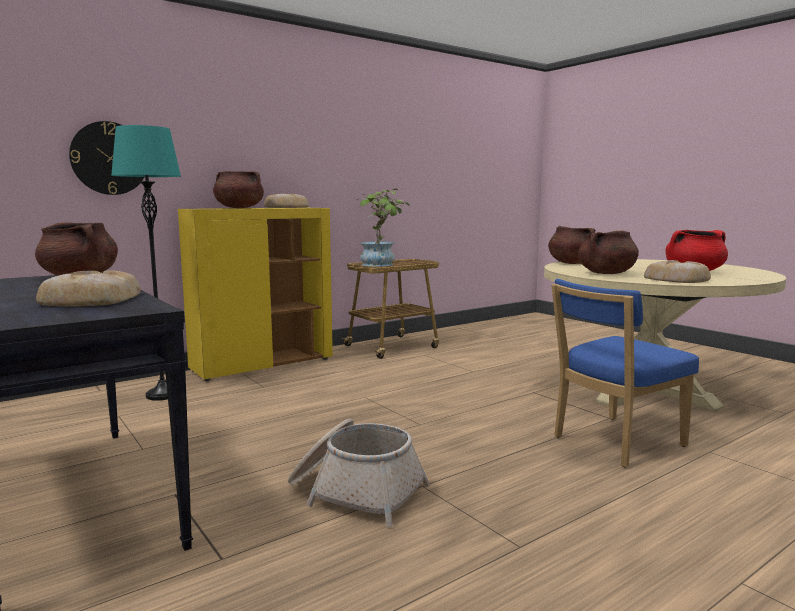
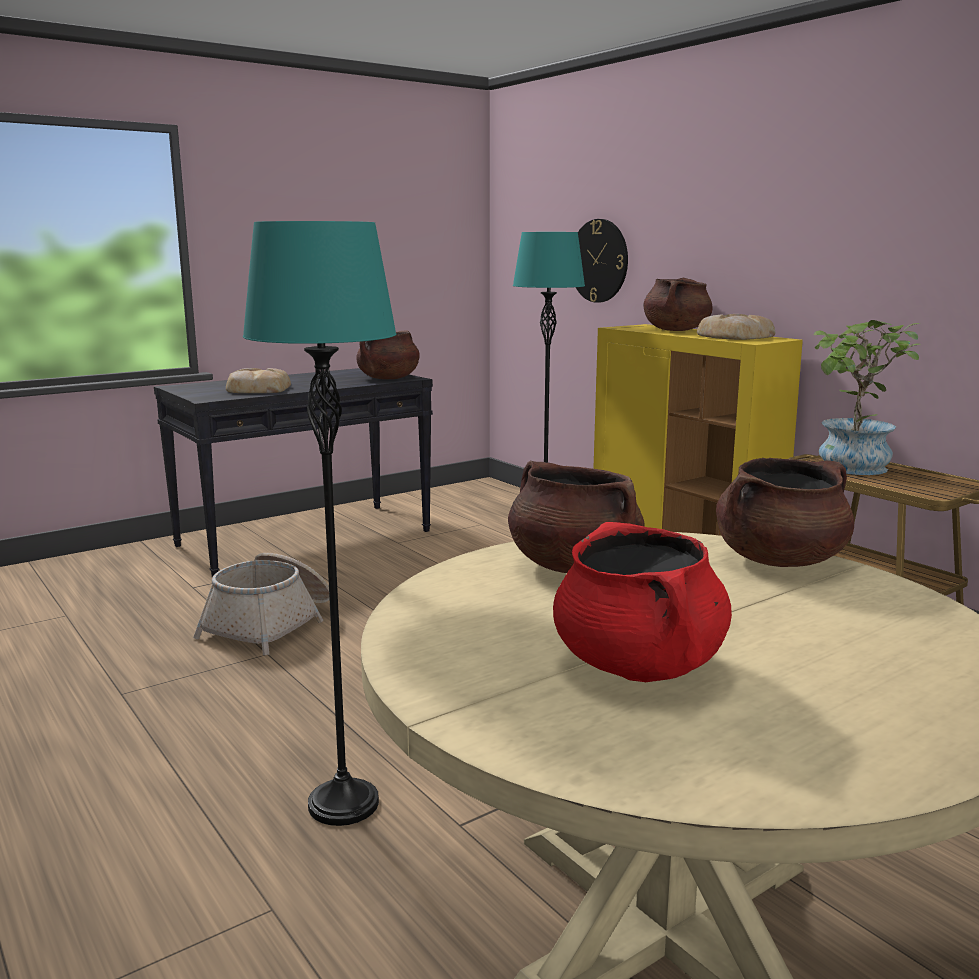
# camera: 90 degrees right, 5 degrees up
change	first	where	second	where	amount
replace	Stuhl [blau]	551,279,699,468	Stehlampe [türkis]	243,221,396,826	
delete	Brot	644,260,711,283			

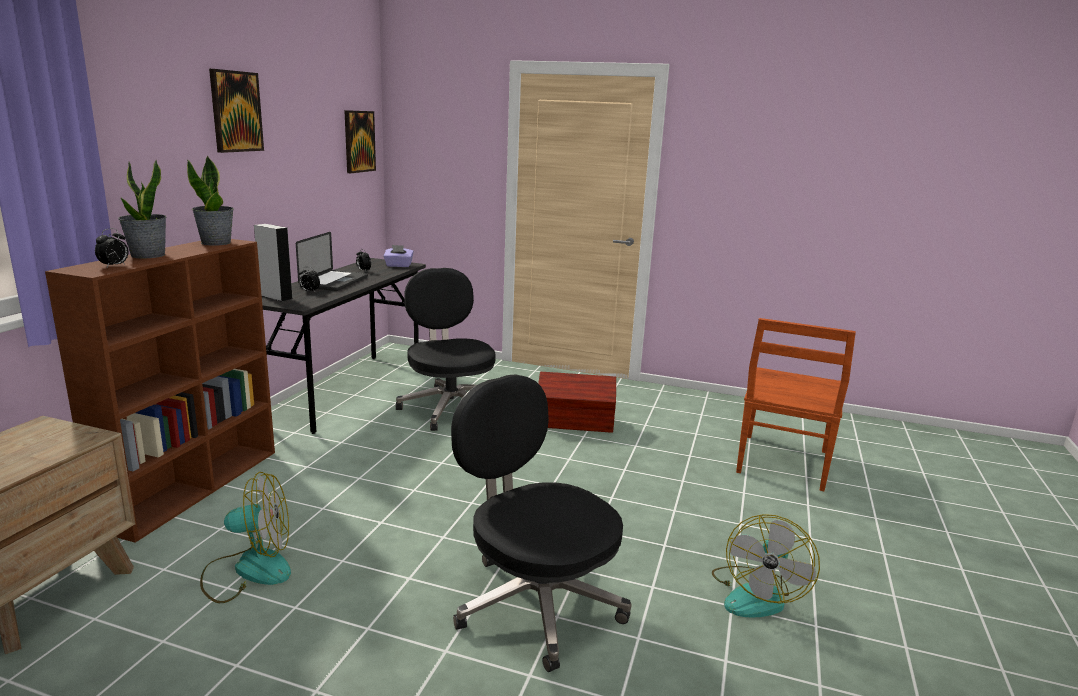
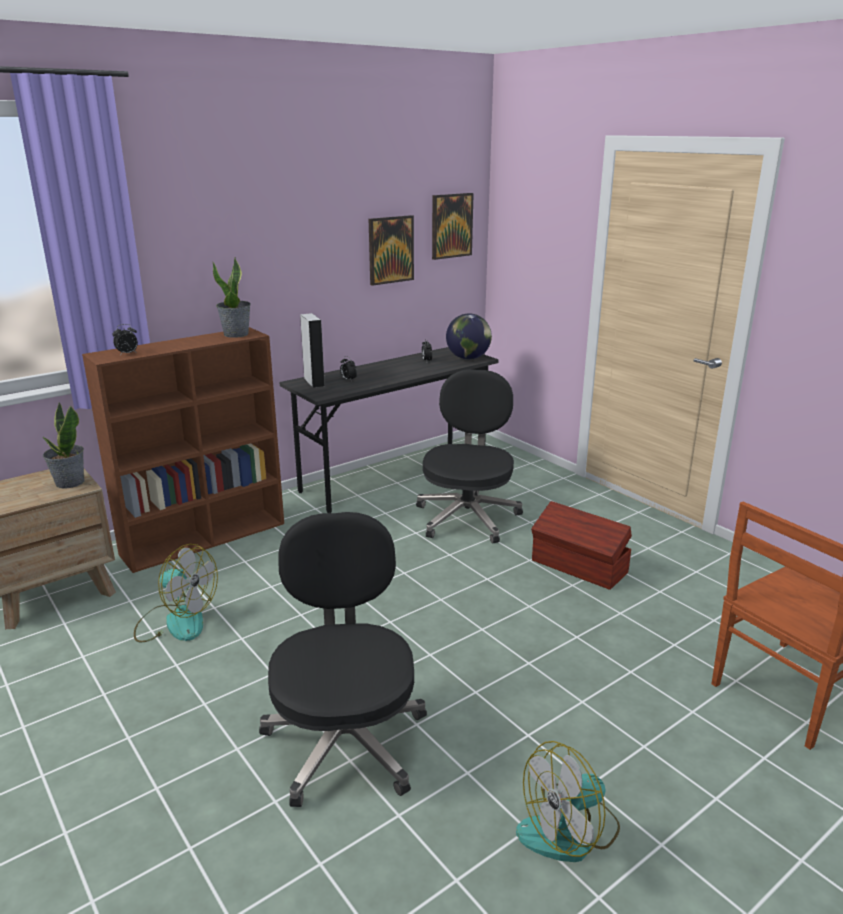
# camera: 35 degrees right, 5 degrees up
change	first	where	second	where	amount
move	Topfpflanze	118,160,167,258		43,403,85,488	
move	Bild	209,69,264,153		369,215,414,286	
delete	Laptop	296,232,368,291			
replace	Taschentuchbox [lila]	383,245,414,267	Globus	446,313,492,360	

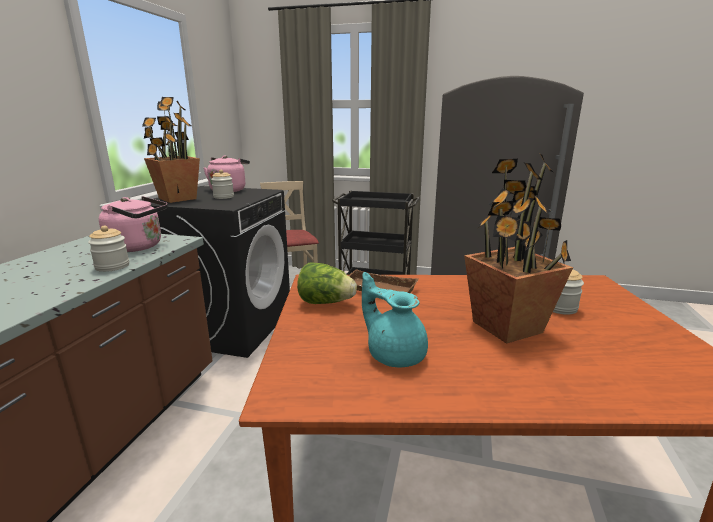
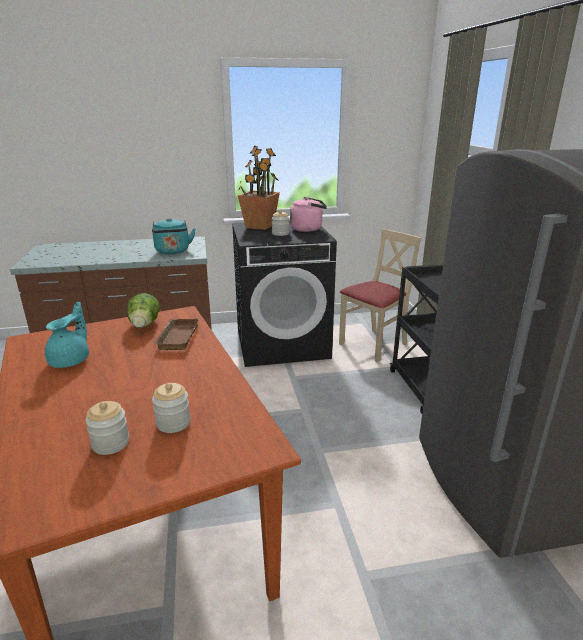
# camera: 65 degrees right, 5 degrees up
change	first	where	second	where	amount
move	Vorratsglas	88,226,129,272		85,401,129,455	
recolor	Wasserkessel [rosa]	99,196,168,252	Wasserkessel [türkis]	152,218,195,254	
delete	Topfpflanze	464,154,573,344			

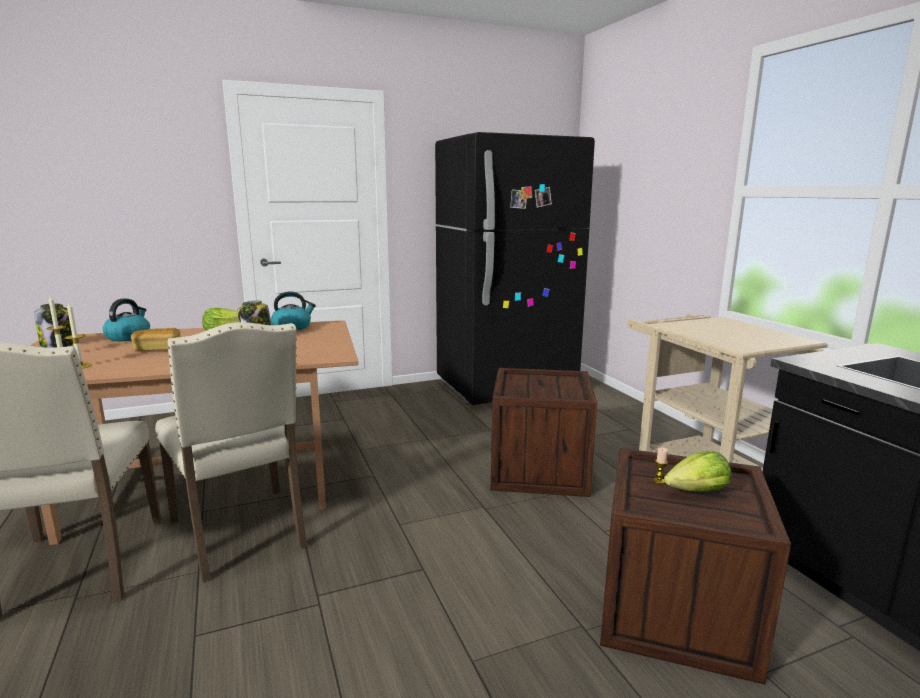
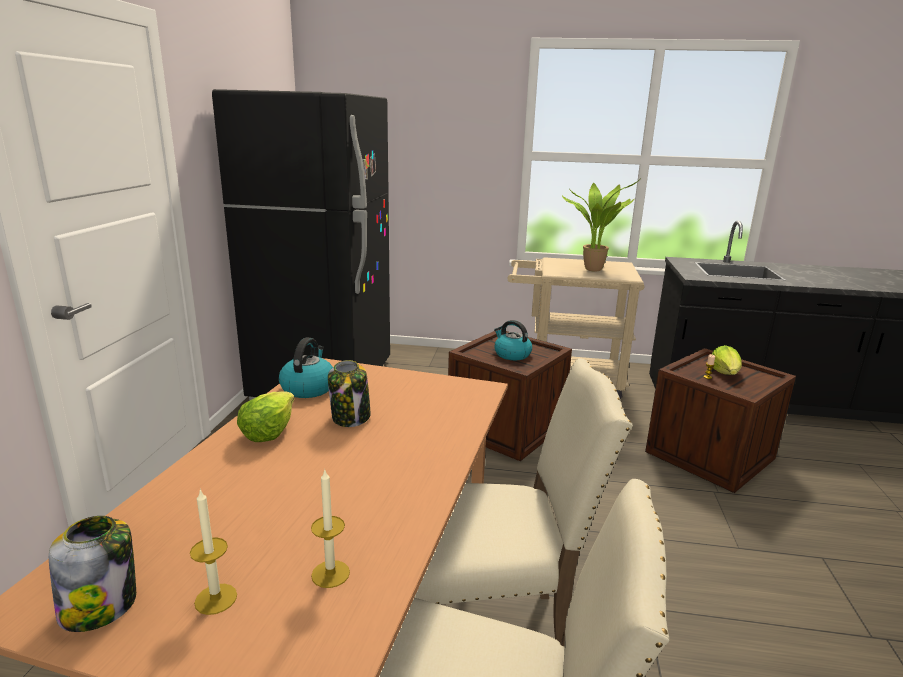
# camera: 60 degrees left, 5 degrees up
change	first	where	second	where	amount
move	Wasserkessel	103,298,150,341		494,320,532,360	
delete	Brot	131,328,181,351			
insert			Topfpflanze	562,176,643,272	

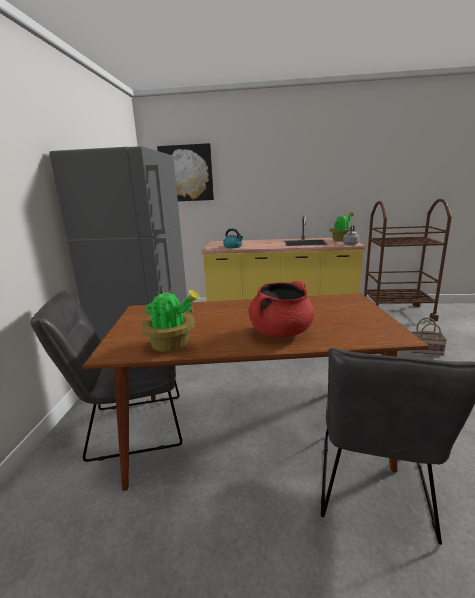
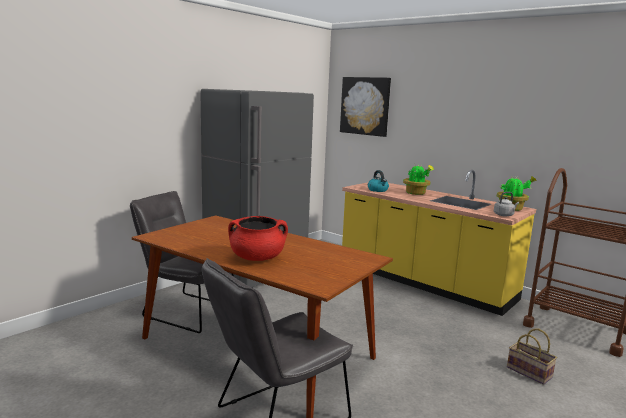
# camera: 35 degrees right, 5 degrees down
change	first	where	second	where	amount
move	Topfpflanze	141,288,201,352		403,165,434,195	

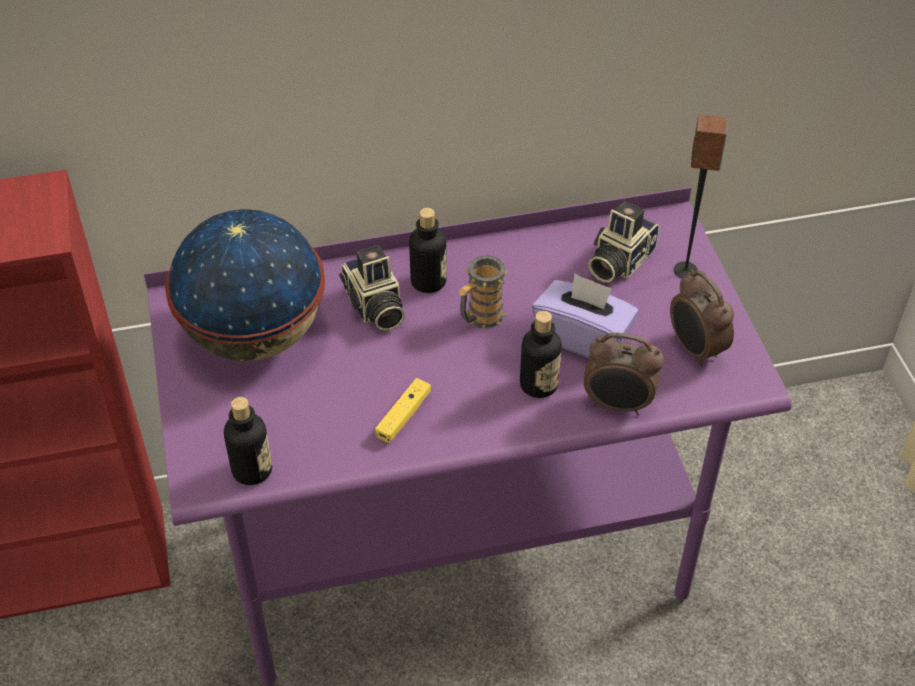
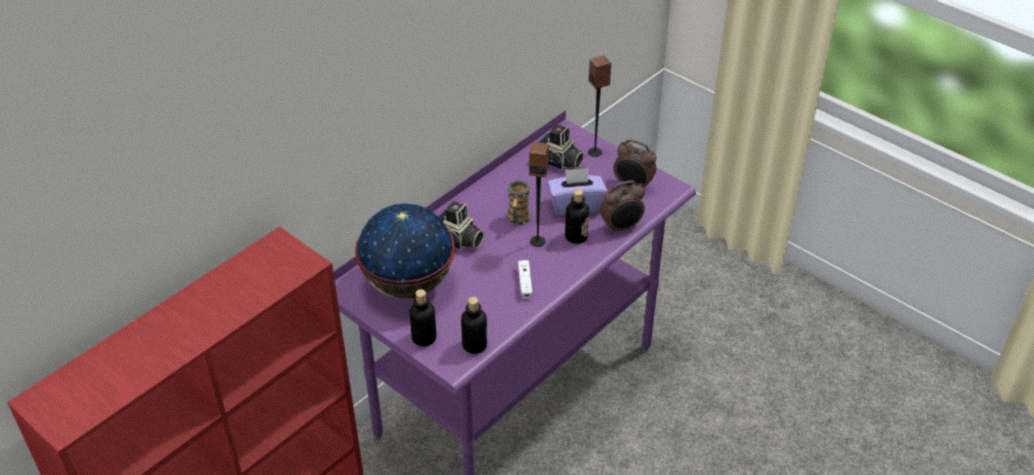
# camera: 35 degrees left, 5 degrees down
change	first	where	second	where	amount
recolor	Gamepad [gelb]	375,378,431,443	Gamepad [weiß]	518,260,533,299	
move	Flasche	409,208,447,293		409,289,437,346	
rotate	Kamera	588,201,659,282		538,124,584,171	60 degrees counterclockwise
insert			Lautsprecher	529,142,549,247	

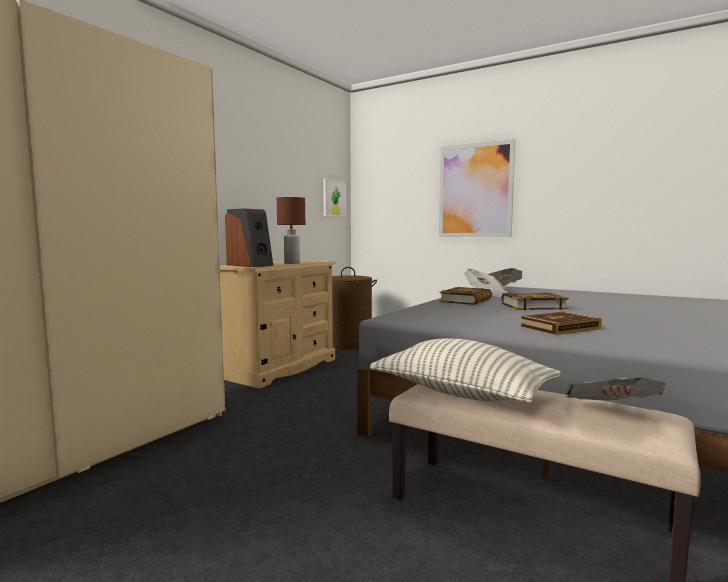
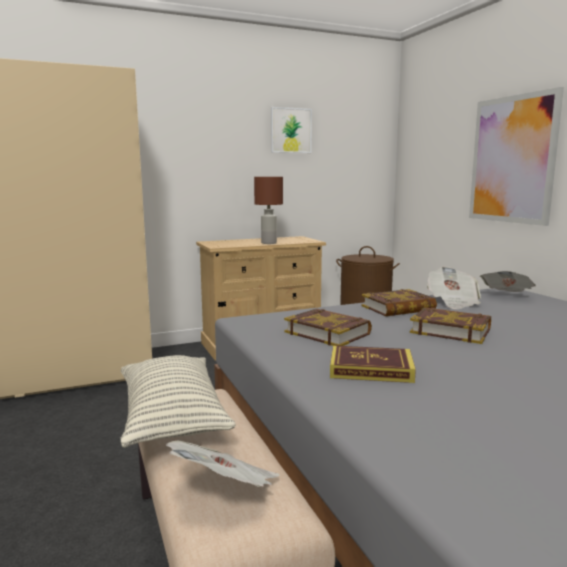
# camera: 35 degrees right, 5 degrees up
change	first	where	second	where	amount
delete	Lautsprecher	225,208,273,267			
move	Bild	323,179,347,217		271,107,312,153	
insert			Buch	284,309,372,346	

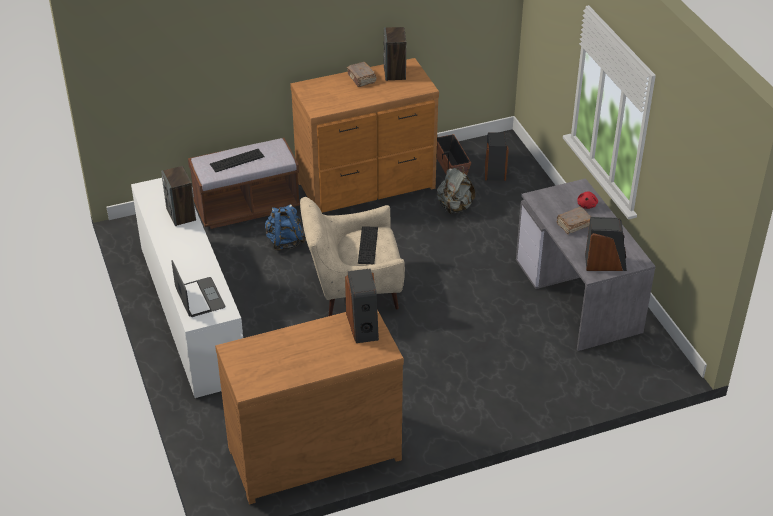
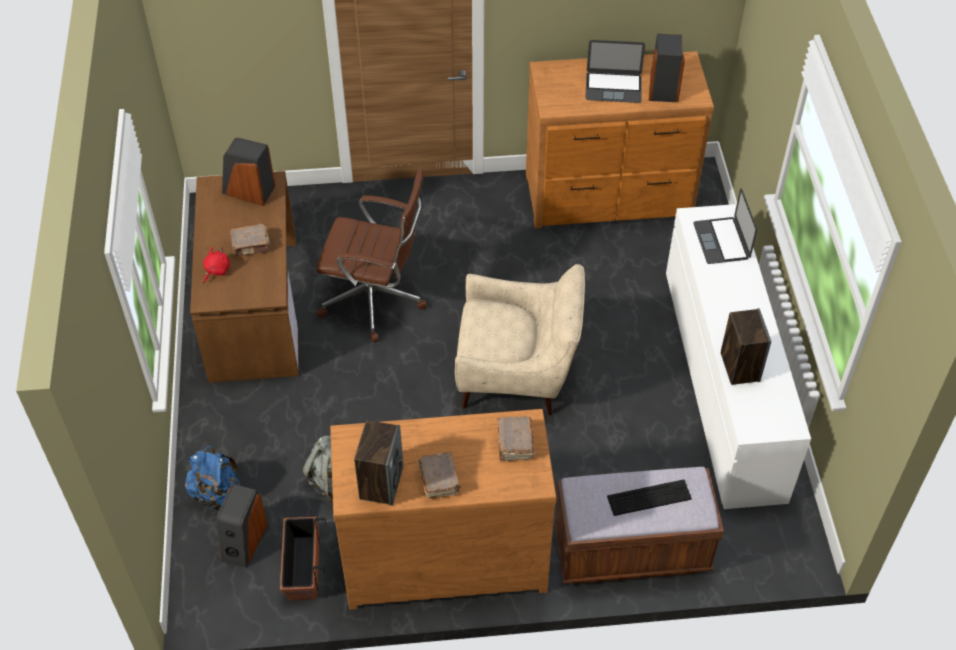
# camera: 165 degrees left, 10 degrees up
change	first	where	second	where	amount
move	Rucksack [blau]	265,204,306,251		185,446,240,512	
move	Lautsprecher	345,268,379,343		649,34,685,102	
delete	Tastatur	358,226,378,264			
recolor	Schreibtisch [grau]	516,178,656,351	Schreibtisch [braun]	190,171,299,383	
insert			Bürostuhl [braun]	316,168,427,343	
insert			Buch [braun]	497,416,535,461	
insert			Laptop	585,40,645,103	

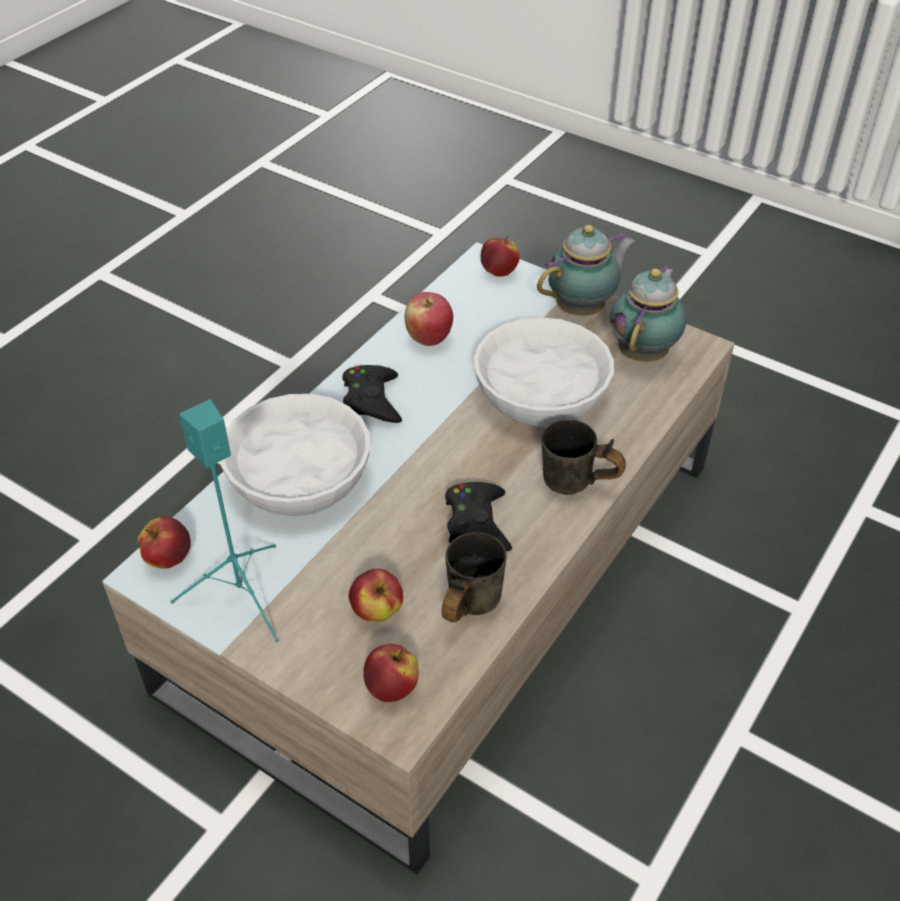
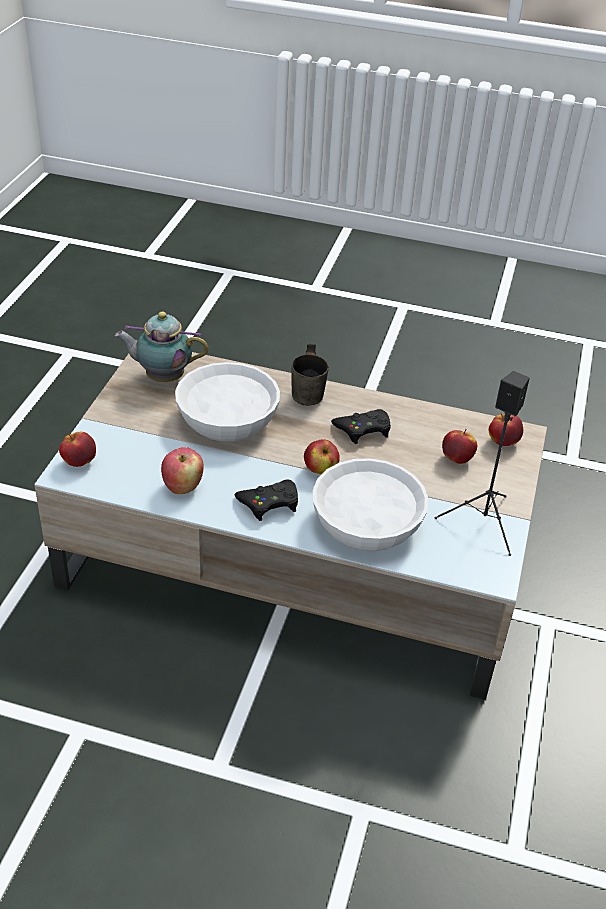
# camera: 110 degrees left, 5 degrees down
change	first	where	second	where	amount
move	Apfel	138,517,191,569		304,439,340,474	
recolor	Lautsprecher [türkis]	170,399,279,642	Lautsprecher [schwarz]	435,371,530,556	
delete	Henkelbecher [grau]	442,532,507,622			
delete	Teekanne	537,225,636,316			

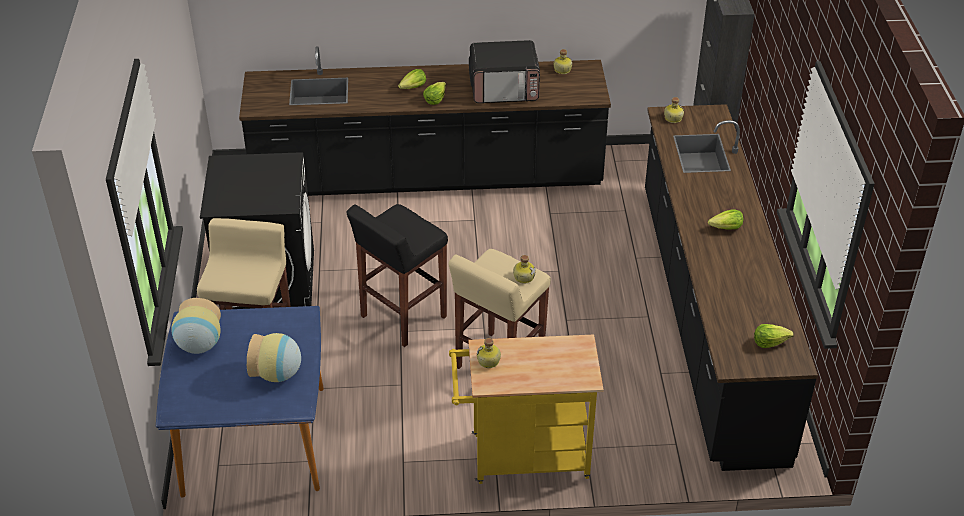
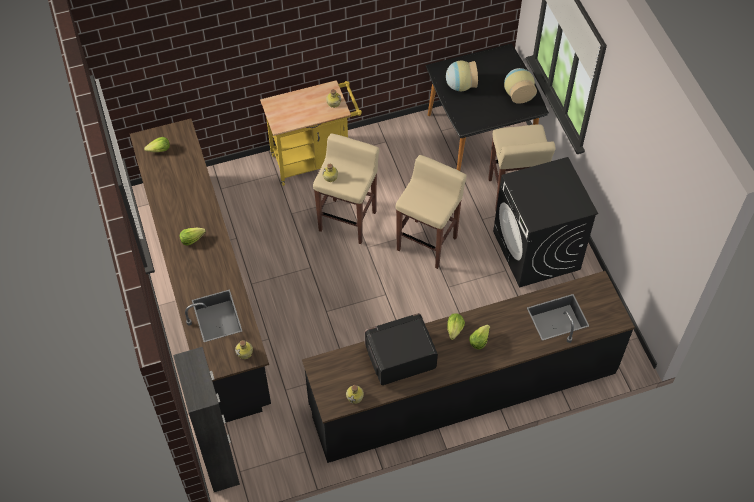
# camera: 165 degrees right, 15 degrees up
change	first	where	second	where	amount
recolor	Esstisch [blau]	156,306,324,498	Esstisch [schwarz]	426,44,549,171	
recolor	Hocker [schwarz]	347,204,448,347	Hocker [beige]	396,155,467,269	

